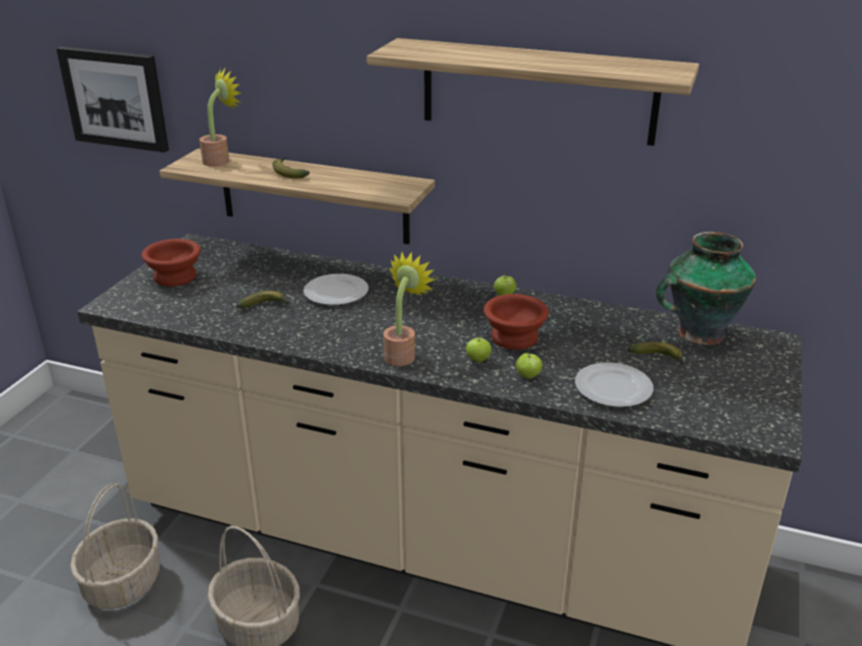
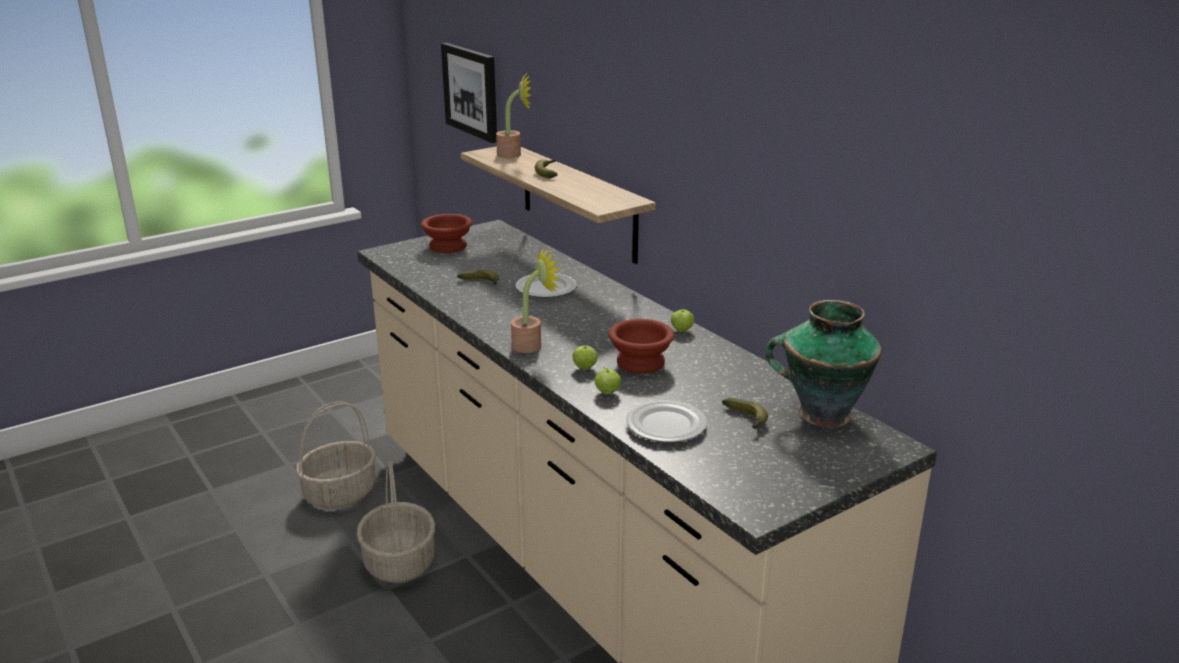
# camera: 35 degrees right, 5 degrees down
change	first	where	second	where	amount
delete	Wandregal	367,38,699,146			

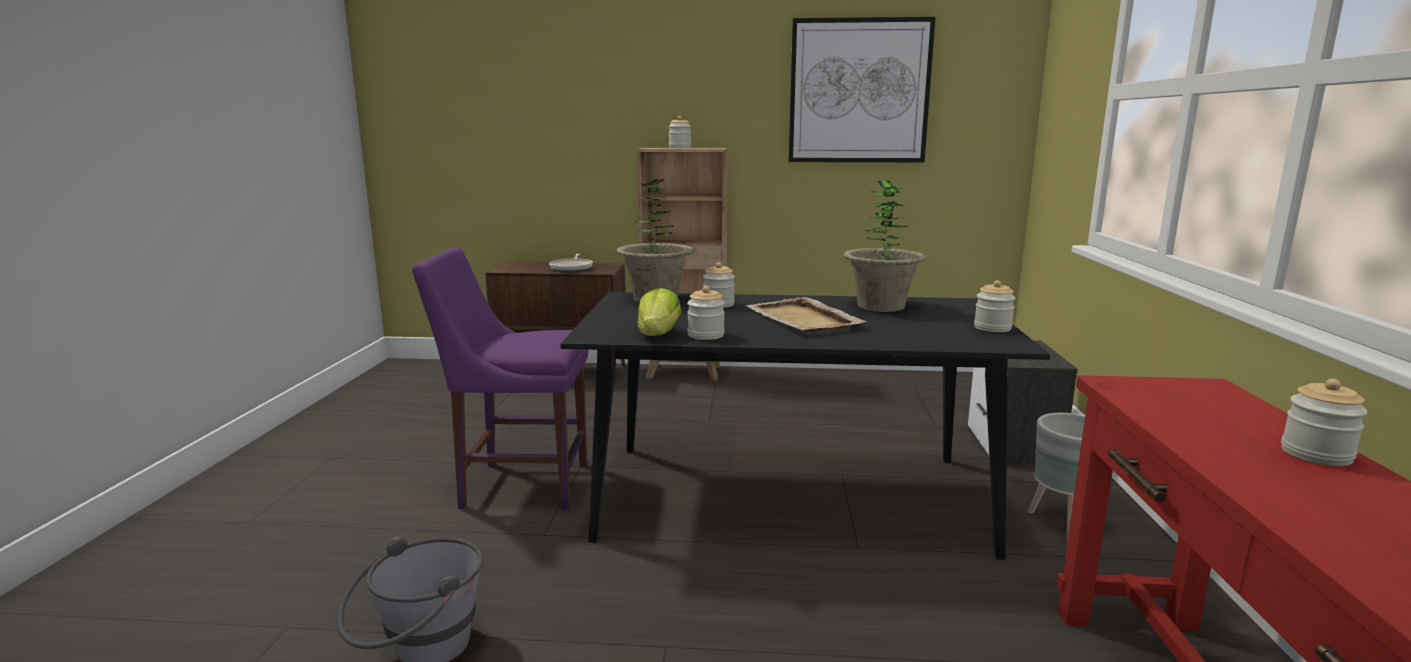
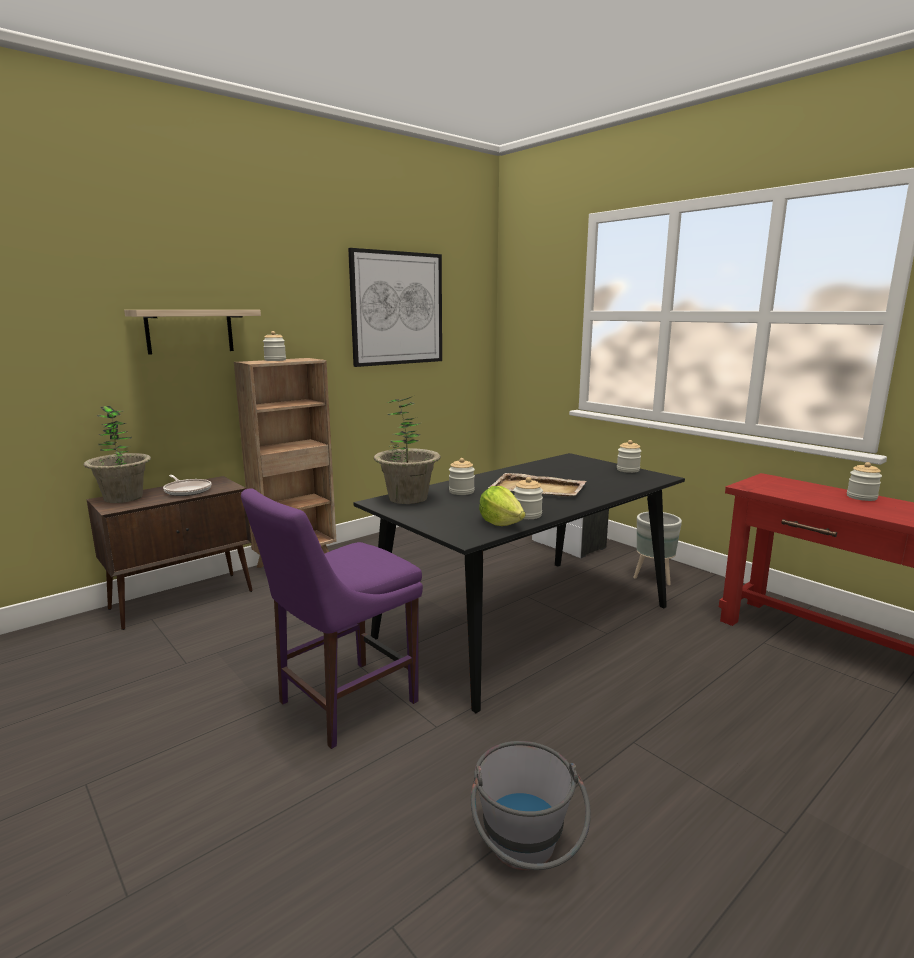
# camera: 45 degrees left, 0 degrees up
change	first	where	second	where	amount
move	Topfpflanze	844,181,926,312		83,406,151,503	
insert			Wandregal	124,310,261,355	

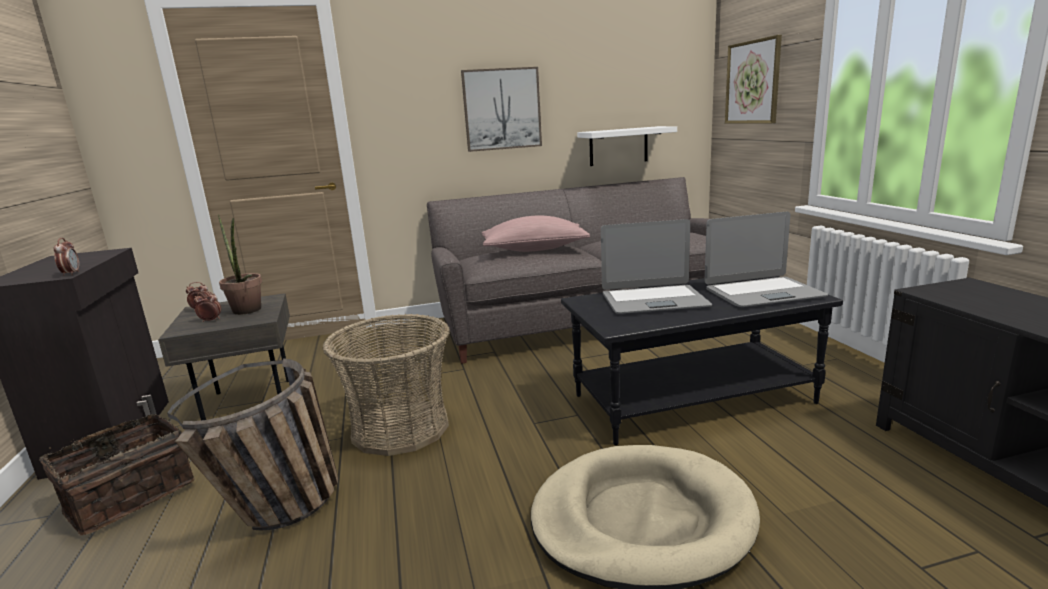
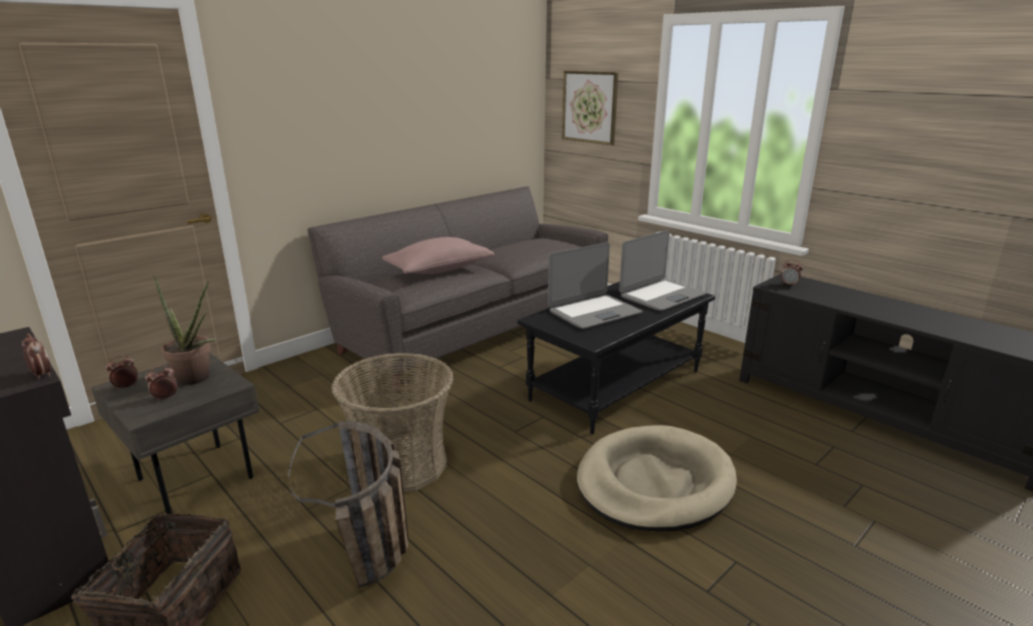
# camera: 30 degrees left, 5 degrees up
change	first	where	second	where	amount
delete	Bild	461,67,542,152			
delete	Wandregal [weiß]	577,126,677,166			
insert			Wecker	781,260,803,285	

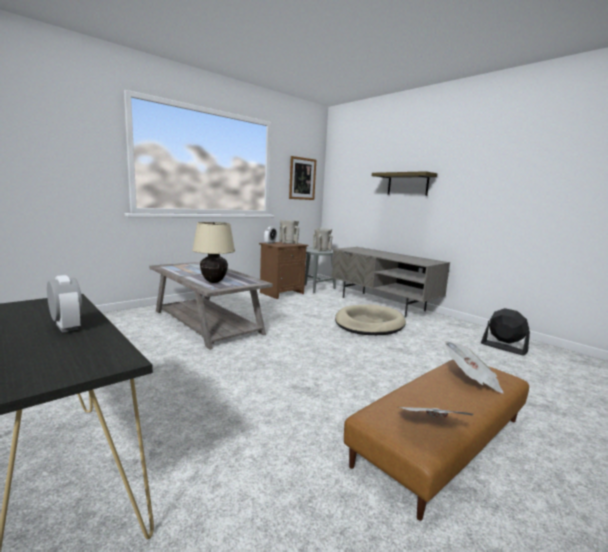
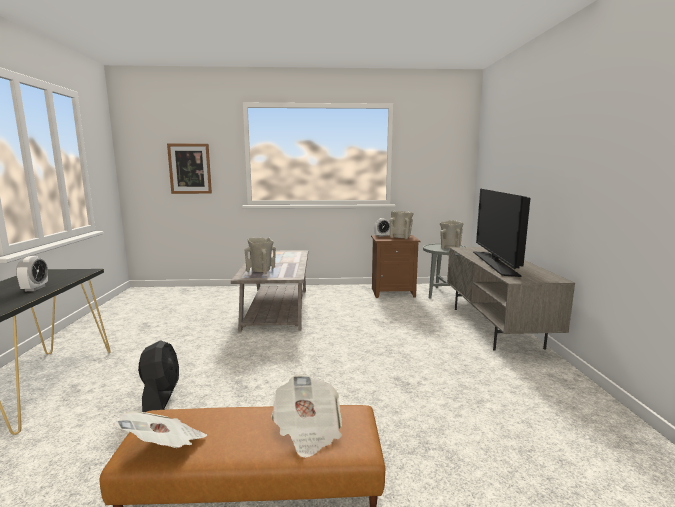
# camera: 40 degrees right, 0 degrees up
change	first	where	second	where	amount
replace	Tischlampe [beige]	192,222,235,283	Vase [beige]	245,237,276,274	
move	Bild	289,156,316,200		167,144,212,194	
delete	Hundebett [beige]	335,304,406,335			
delete	Wandregal	372,171,437,196			
move	Ventilator [schwarz]	481,308,530,356		138,340,179,412	
insert			Fernseher	473,189,530,277	

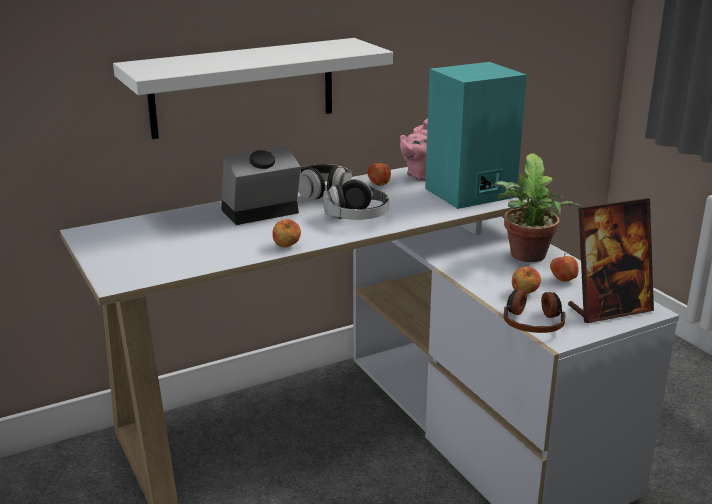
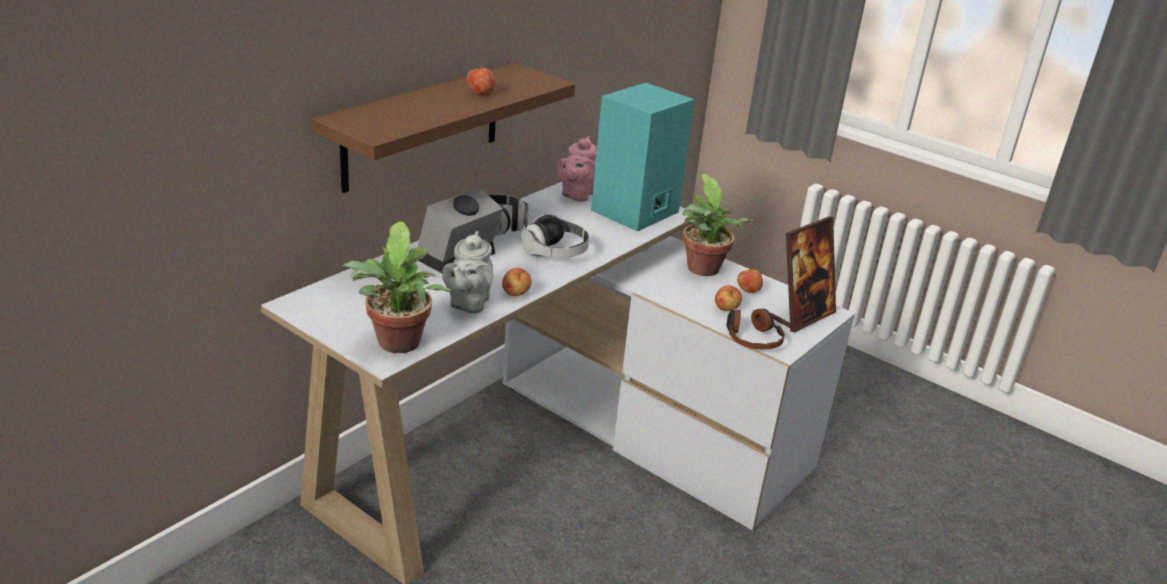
# camera: 25 degrees left, 5 degrees up
change	first	where	second	where	amount
recolor	Wandregal [weiß]	113,38,393,139	Wandregal [braun]	311,63,575,193	
move	Apfel	367,161,391,186		467,65,495,95	
insert			Topfpflanze	342,222,452,353	
insert			Teekanne [grau]	442,231,493,314	

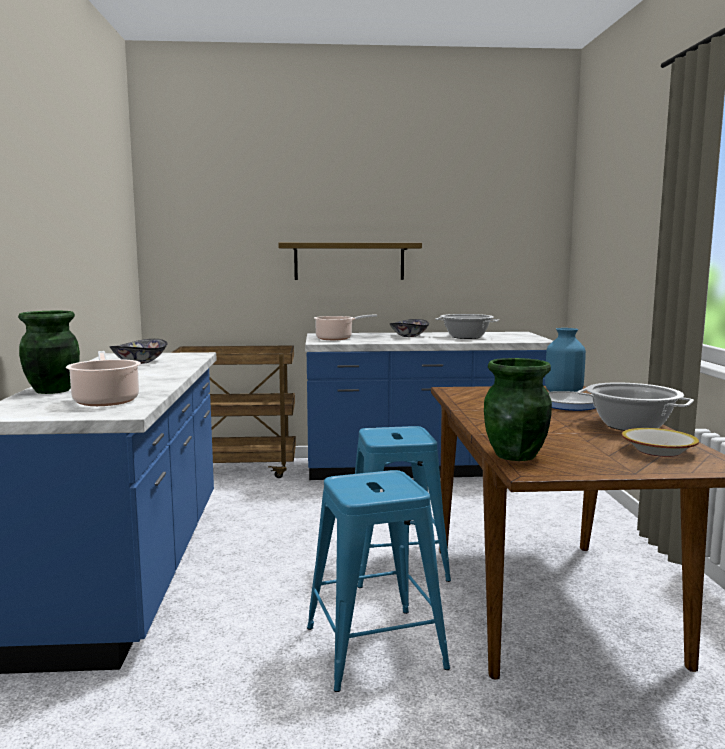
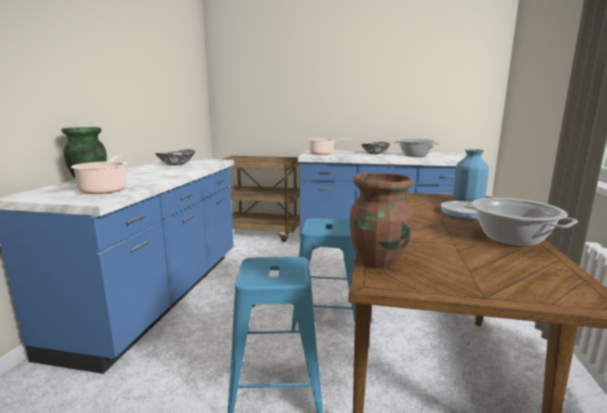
# camera: 15 degrees right, 5 degrees up
change	first	where	second	where	amount
delete	Wandregal	278,243,422,280			
recolor	Vase [grün]	484,358,552,461	Vase [braun]	350,173,413,269	
delete	Schüssel	622,428,699,457			

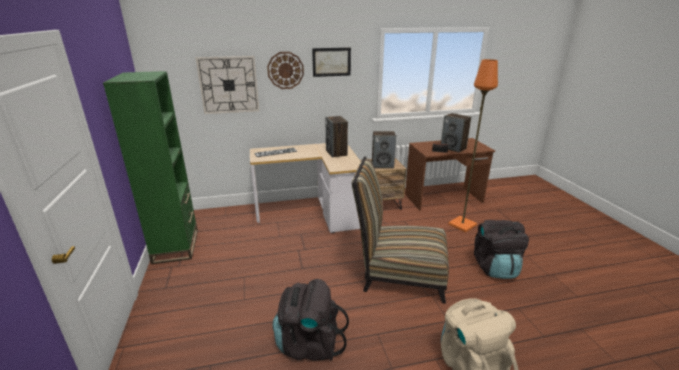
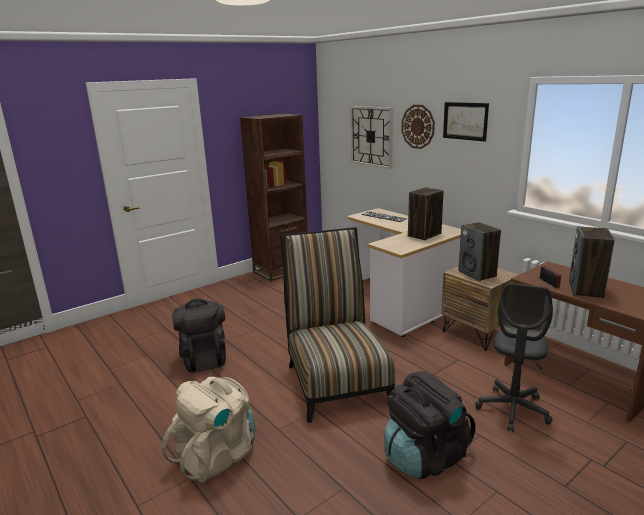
# camera: 65 degrees right, 5 degrees down
change	first	where	second	where	amount
recolor	Bücherregal [grün]	103,71,198,264	Bücherregal [braun]	240,114,308,281	
replace	Stehlampe [orange]	448,59,498,232	Bürostuhl [grau]	475,283,553,432	

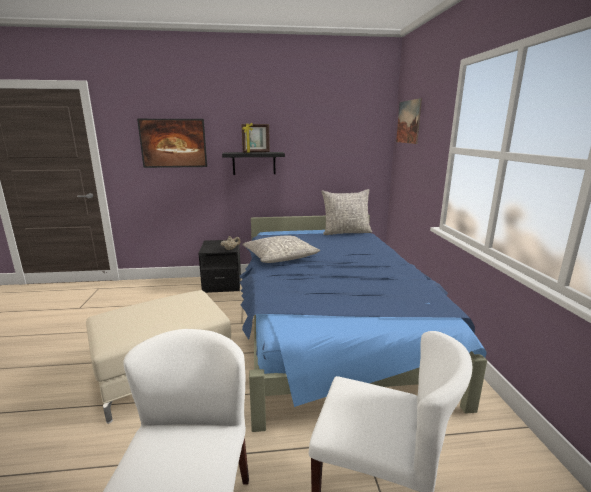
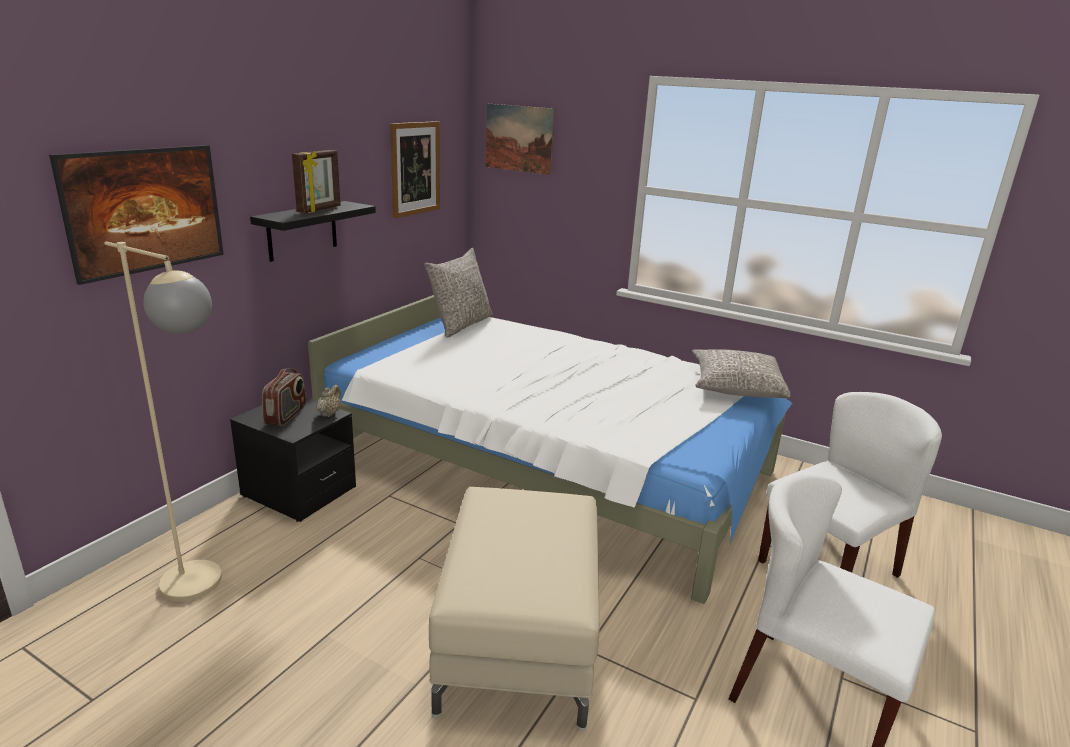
# camera: 55 degrees left, 5 degrees up
change	first	where	second	where	amount
recolor	Bett [blau]	240,214,487,432	Bett [weiß]	308,295,792,604	
move	Kissen [grau]	242,235,320,263		692,349,791,398	
insert			Stehlampe [beige]	104,241,222,602	
insert			Radio	262,368,306,426	
insert			Bild	390,121,440,218	

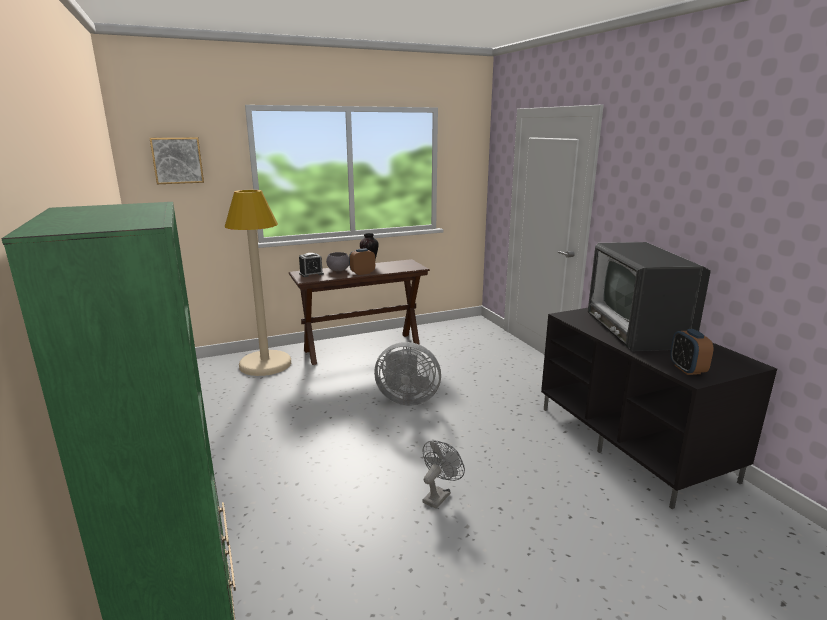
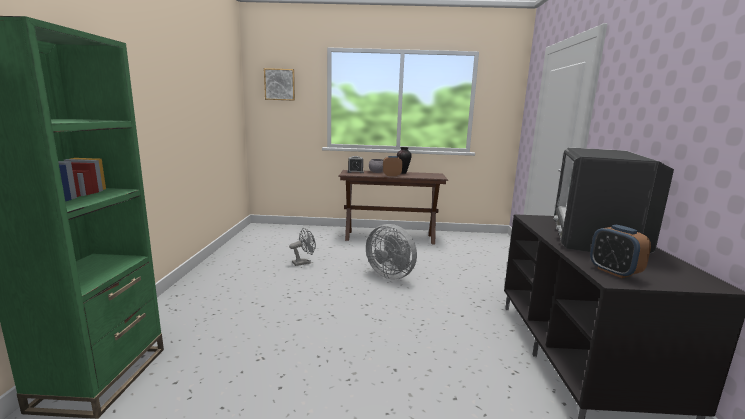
# camera: 25 degrees right, 5 degrees down
change	first	where	second	where	amount
delete	Stehlampe [beige]	225,190,291,376			
move	Ventilator [grau]	422,440,465,509		289,228,316,266	
rotate	Wecker	670,329,713,375		590,225,651,278	45 degrees counterclockwise

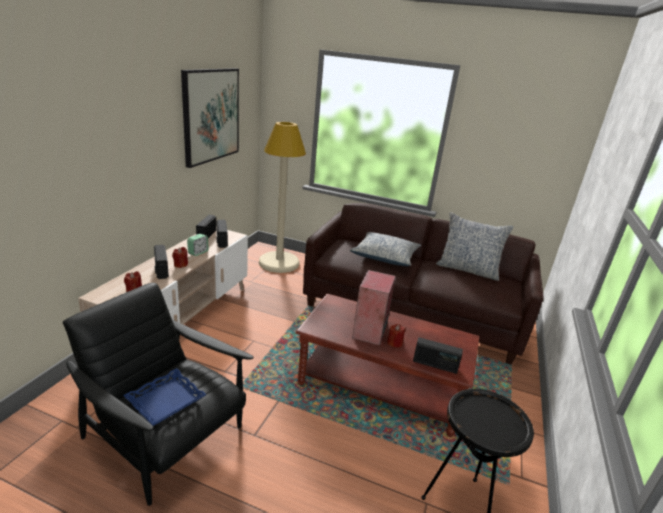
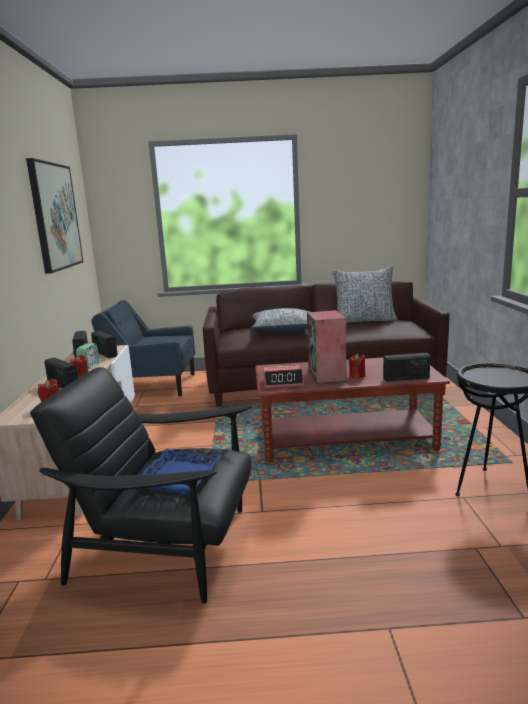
# camera: 20 degrees left, 10 degrees down
change	first	where	second	where	amount
replace	Stehlampe [beige]	259,122,306,273	Sessel [blau]	91,300,195,396	
insert			Wecker	263,365,304,388	

